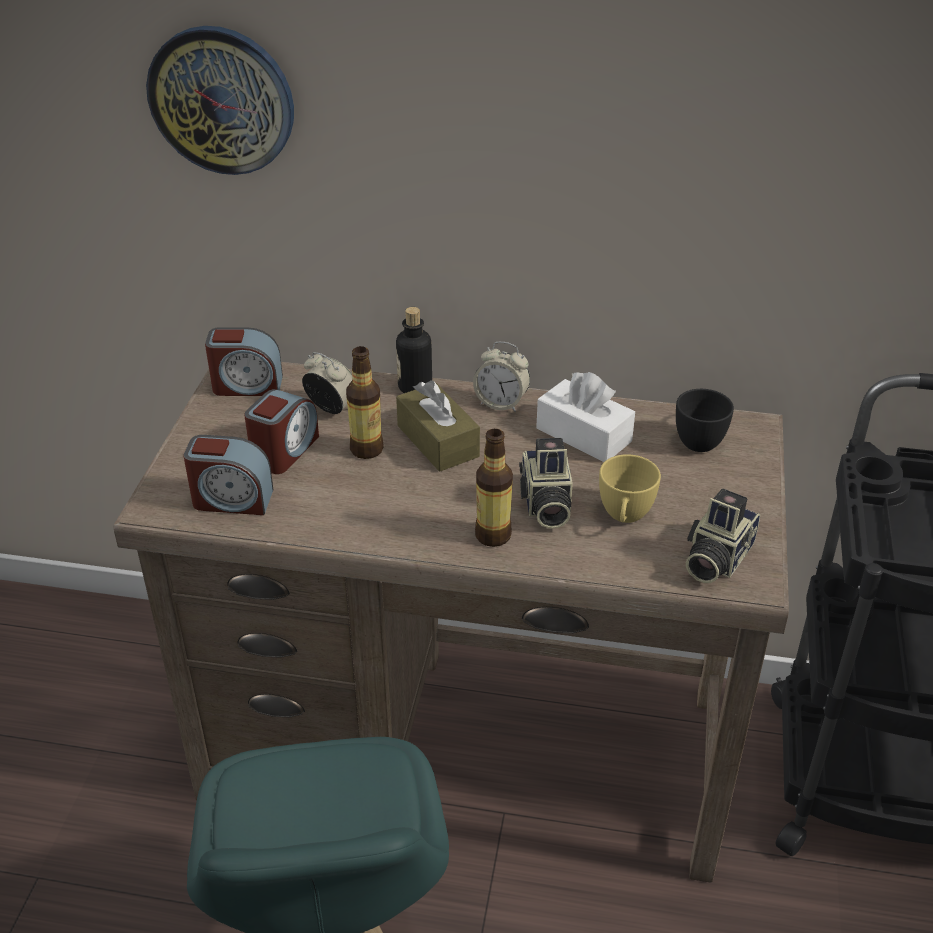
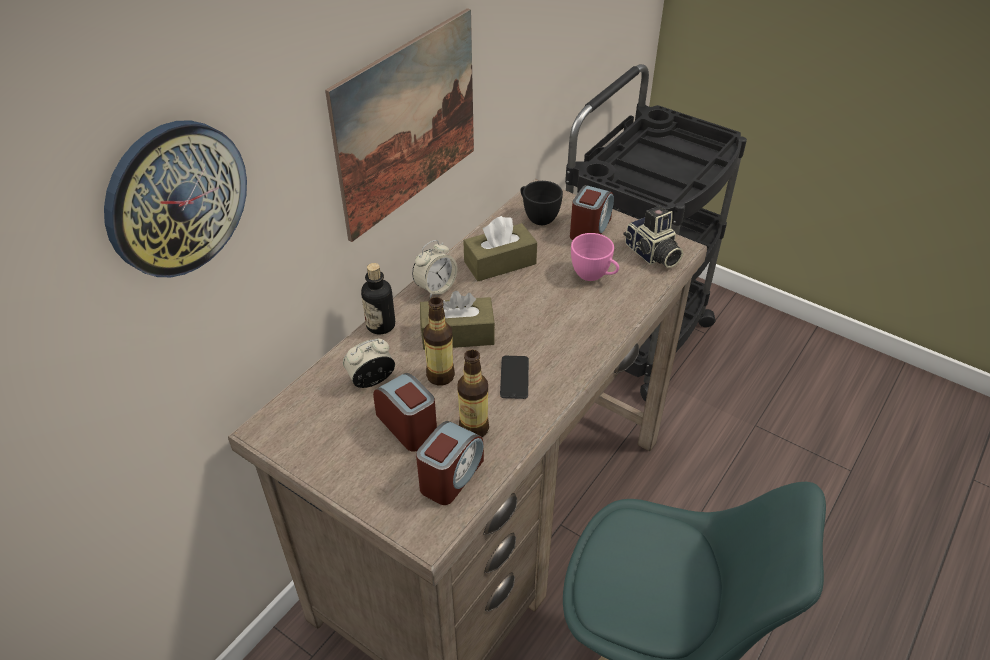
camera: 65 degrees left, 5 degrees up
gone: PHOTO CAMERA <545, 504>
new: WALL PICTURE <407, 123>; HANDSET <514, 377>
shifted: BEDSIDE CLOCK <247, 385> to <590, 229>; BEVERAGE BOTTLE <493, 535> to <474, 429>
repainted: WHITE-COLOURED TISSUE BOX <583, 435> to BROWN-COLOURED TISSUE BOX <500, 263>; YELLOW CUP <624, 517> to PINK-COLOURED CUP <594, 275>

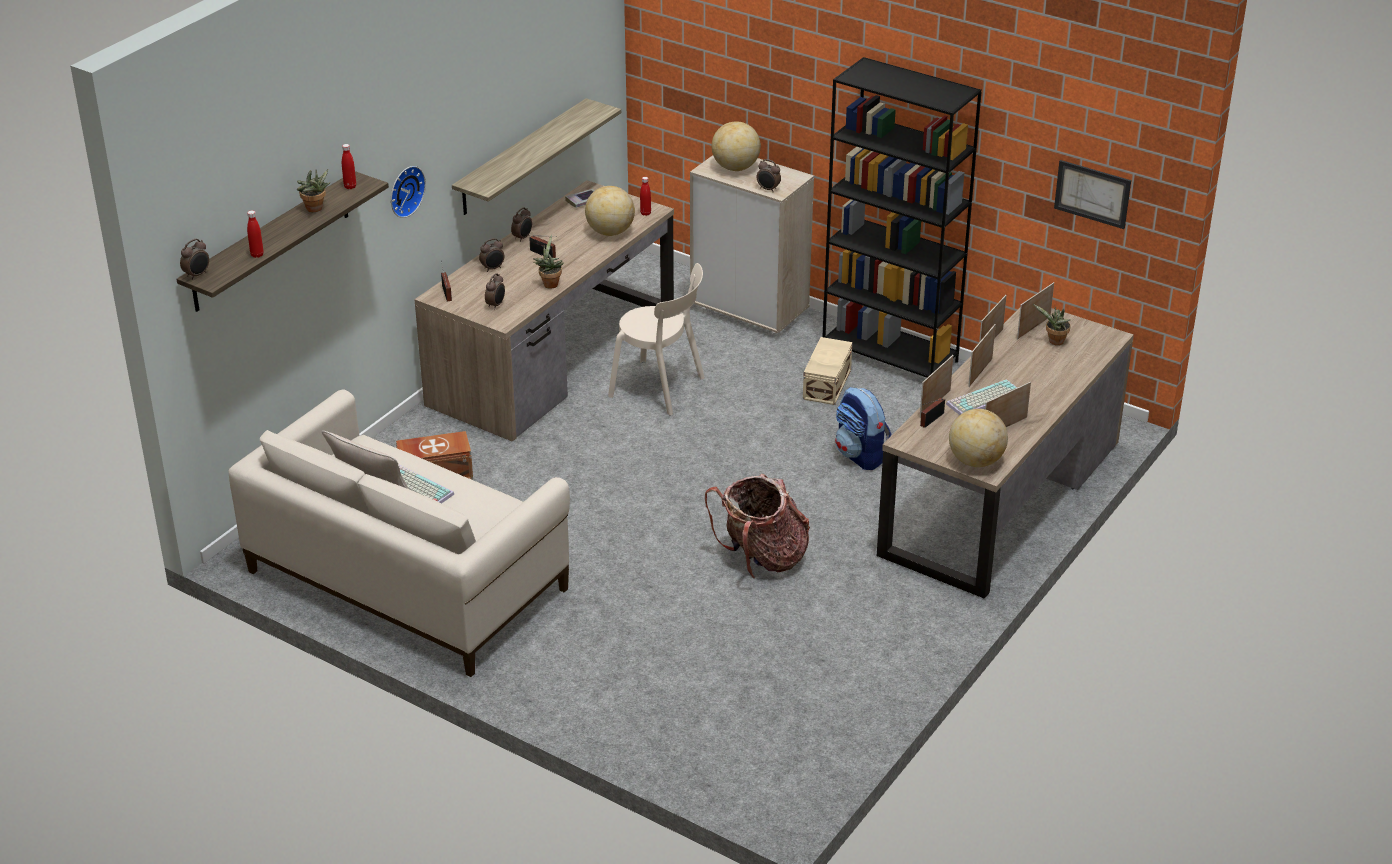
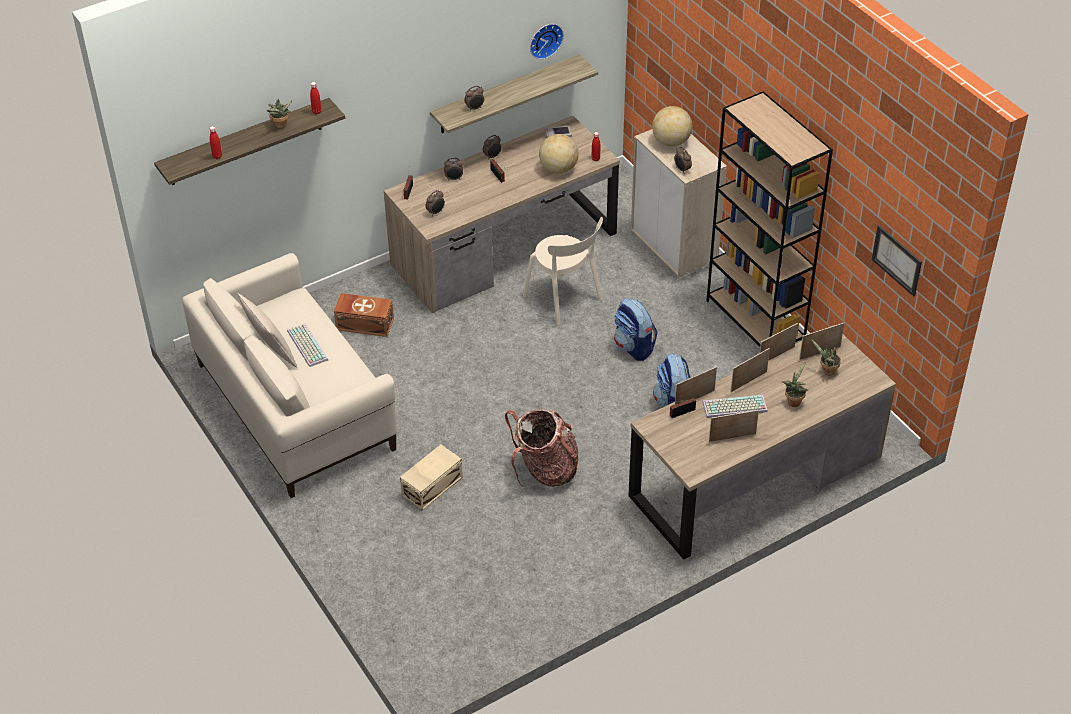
camera: 25 degrees right, 10 degrees up
gone: WORLD GLOBE <975, 461>
new: BACKPACK <634, 347>
shifted: BEDSIDE CLOCK <197, 275> to <475, 108>; HANGING CLOCK <404, 190> to <544, 39>; POTTED PLANT <549, 283> to <793, 401>; BEIGE-COLOURED STORAGE CONTAINER <825, 384> to <431, 486>
repainted: BLACKISH BOOKSHELF <890, 355> to BEIGE-COLOURED BOOKSHELF <755, 322>

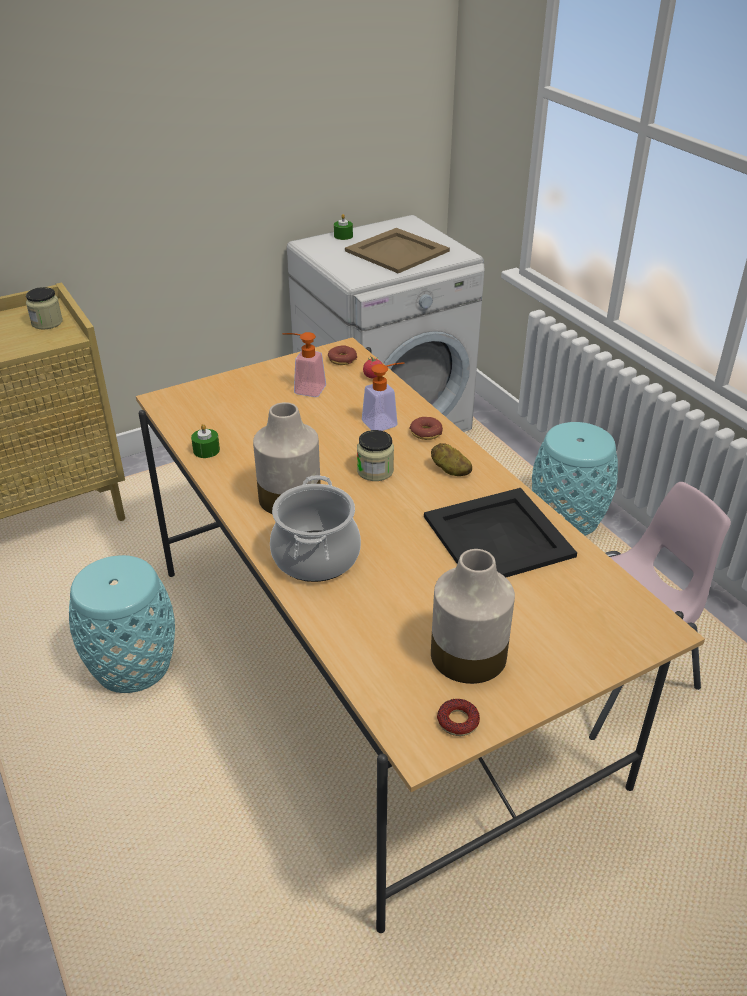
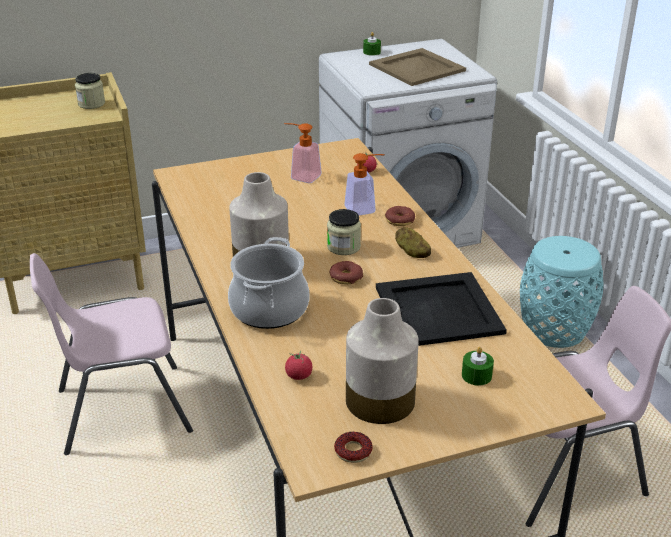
camera: 10 degrees right, 5 degrees down
new: FRESH TOMATO <299, 375>
shifted: GREEN WAX CANDLE <206, 450> to <476, 375>; DONUT <342, 360> to <345, 277>
swapped: BLUE-GREEN STOOL <133, 666> to PINK-COLOURED CHAIR <121, 410>

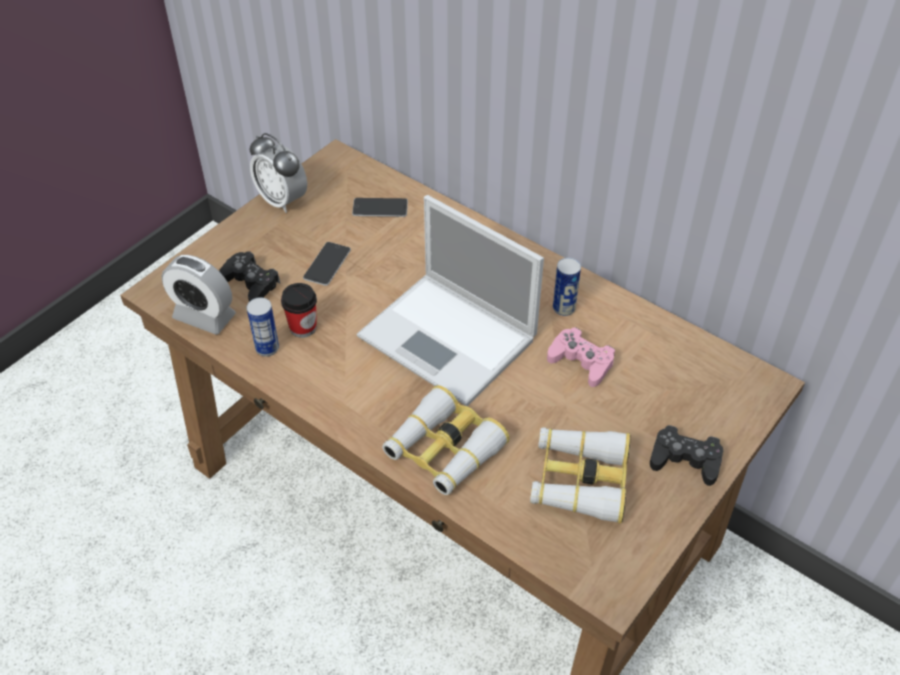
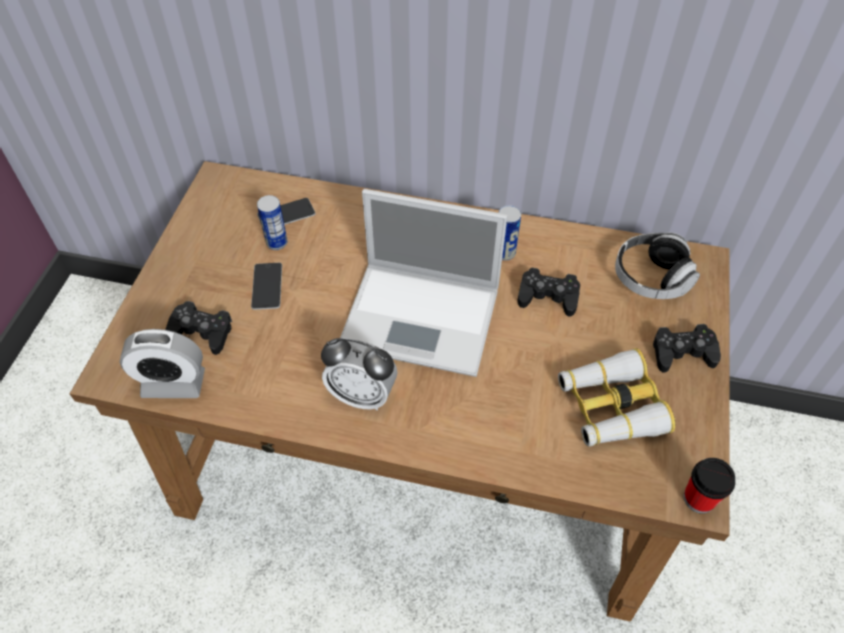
camera: 25 degrees left, 5 degrees up
gone: PAIR OF BINOCULARS <443, 450>
new: HEADPHONES <651, 278>
shifted: SEALED CAN <267, 348> to <277, 243>; BEDSIDE CLOCK <282, 200> to <362, 395>; CUP <303, 327> to <699, 499>
repainted: PINK-COLOURED GAME CONTROLLER <581, 361> to BLACKISH GAME CONTROLLER <548, 296>

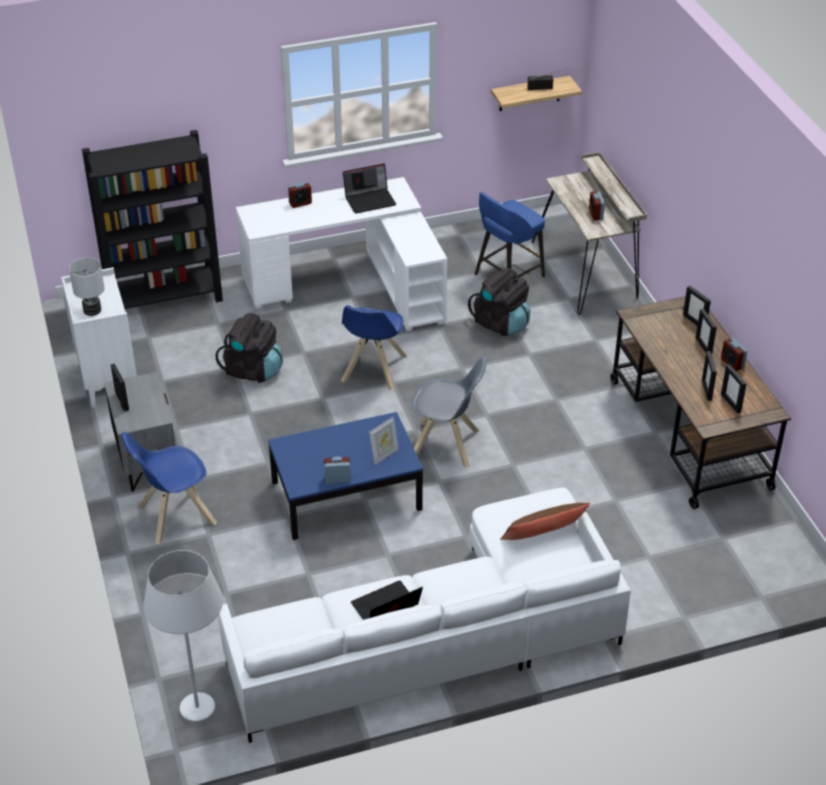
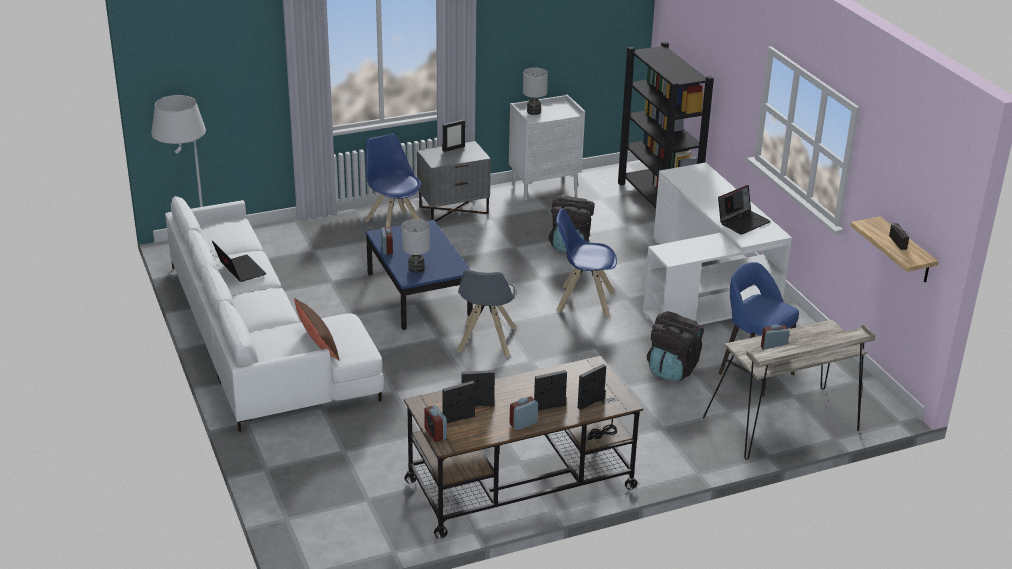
camera: 85 degrees right, 10 degrees down
shifted: BEDSIDE CLOCK <300, 203> to <435, 434>
swapped: PHOTO FRAME <384, 455> to GREY LAMP FOR A TABLE <416, 268>
rotated: NOTEBOOK COMPUTER <370, 200> = <743, 221> 105 degrees counterclockwise

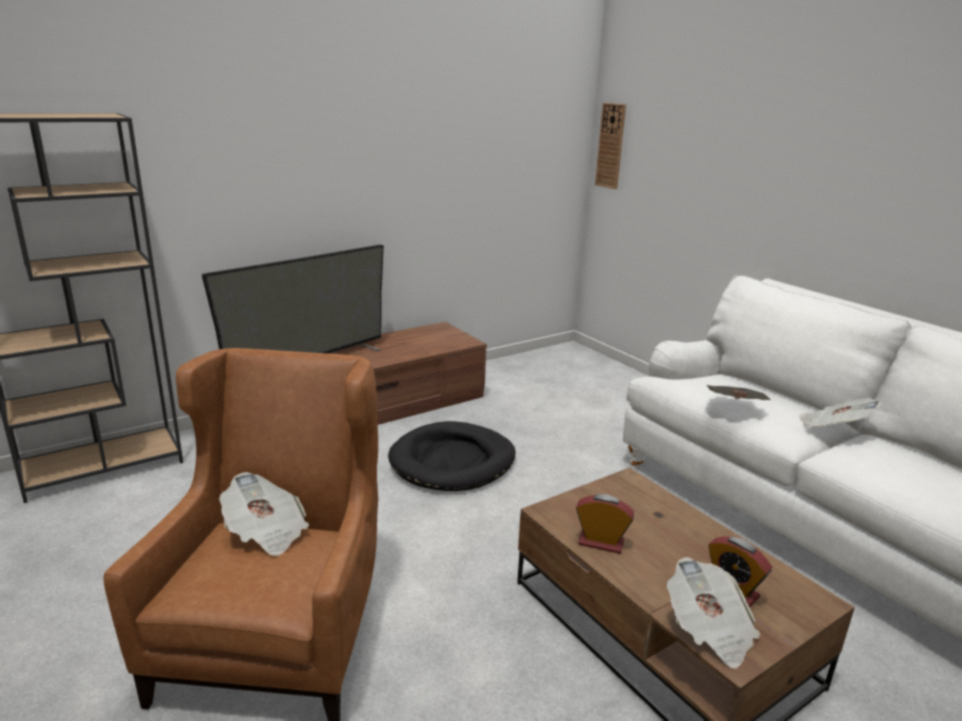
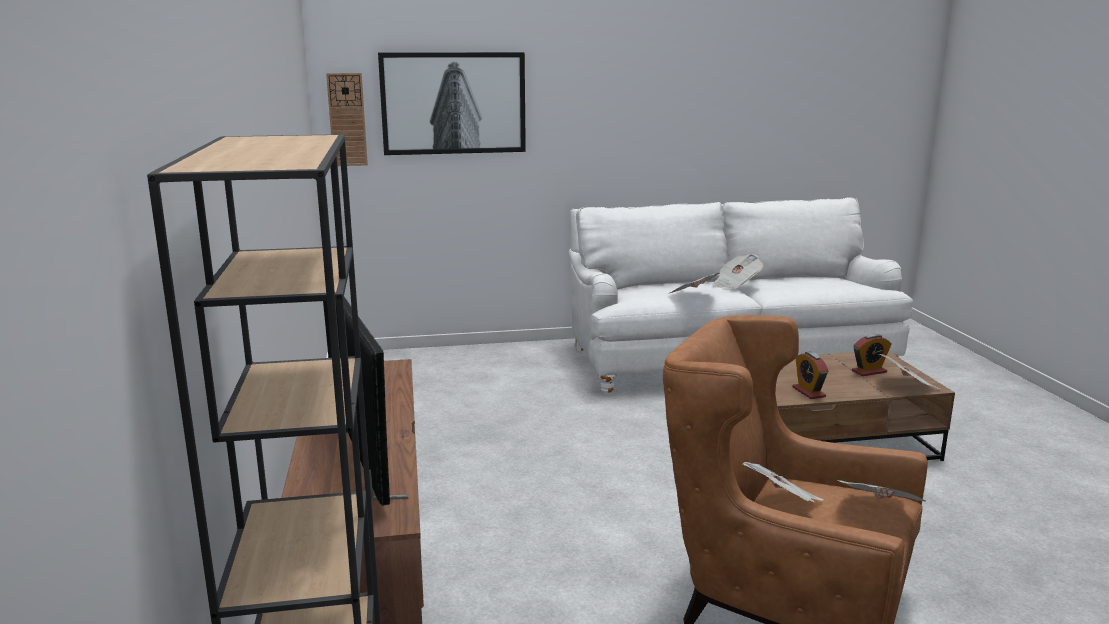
camera: 65 degrees left, 5 degrees down
gone: BLACKISH DOG CUSHION <453, 461>
new: WALL PICTURE <453, 103>; NEWSPAPER <879, 511>
rotated: BEDSIDE CLOCK <601, 543> = <808, 392> 60 degrees counterclockwise

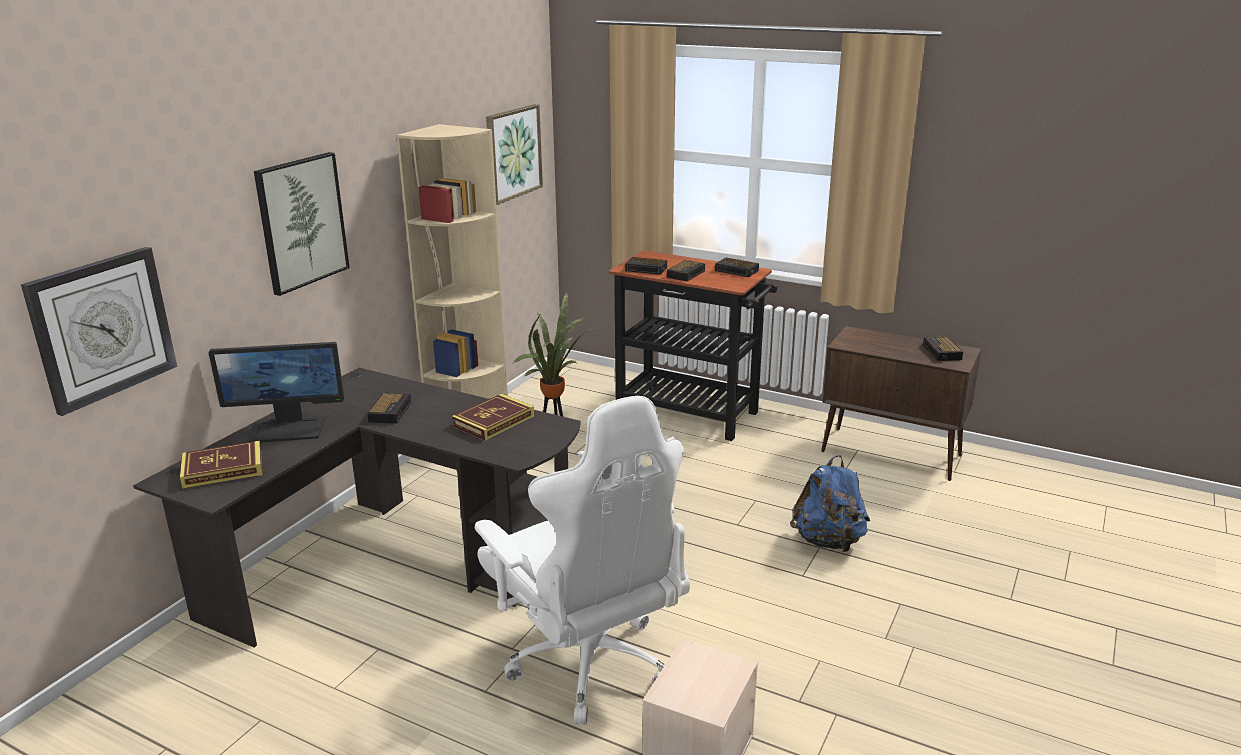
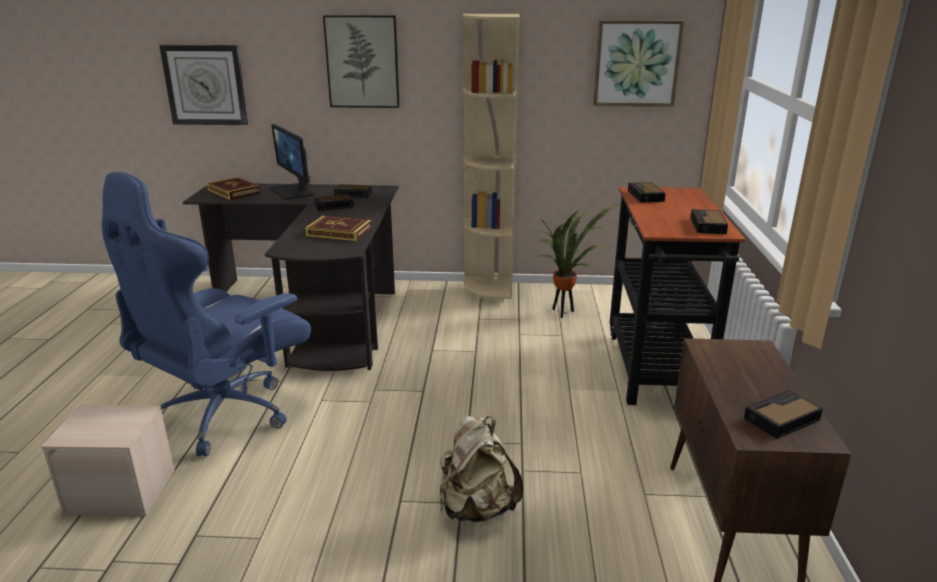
camera: 65 degrees right, 0 degrees up
shifted: BEDSIDE CLOCK <686, 274> to <354, 194>
repainted: WHITE-COLOURED COMPUTER CHAIR <584, 659> to BLUISH COMPUTER CHAIR <230, 411>; BLUISH BACKPACK <829, 541> to BEIGE-COLOURED BACKPACK <476, 508>

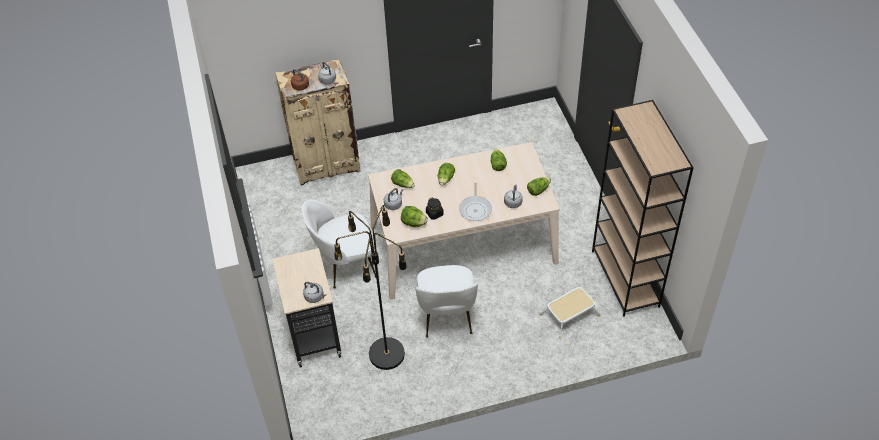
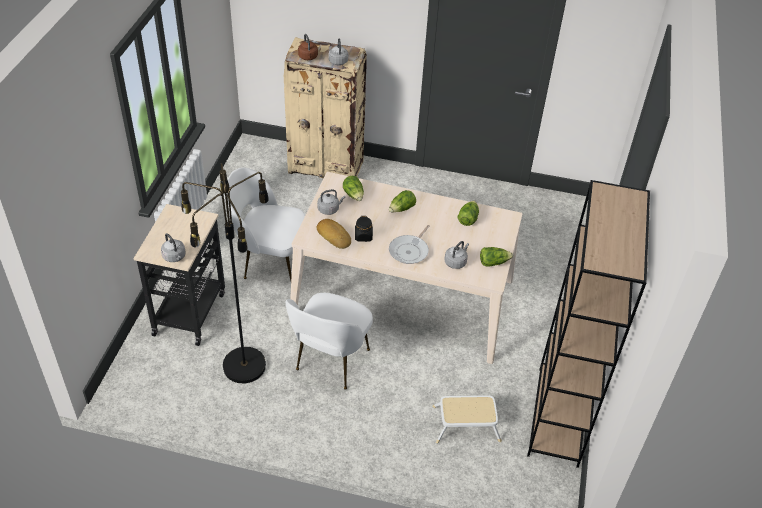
camera: 25 degrees right, 5 degrees down
swapped: LETTUCE HEAD <413, 223> to BAKERY BREAD <334, 236>

